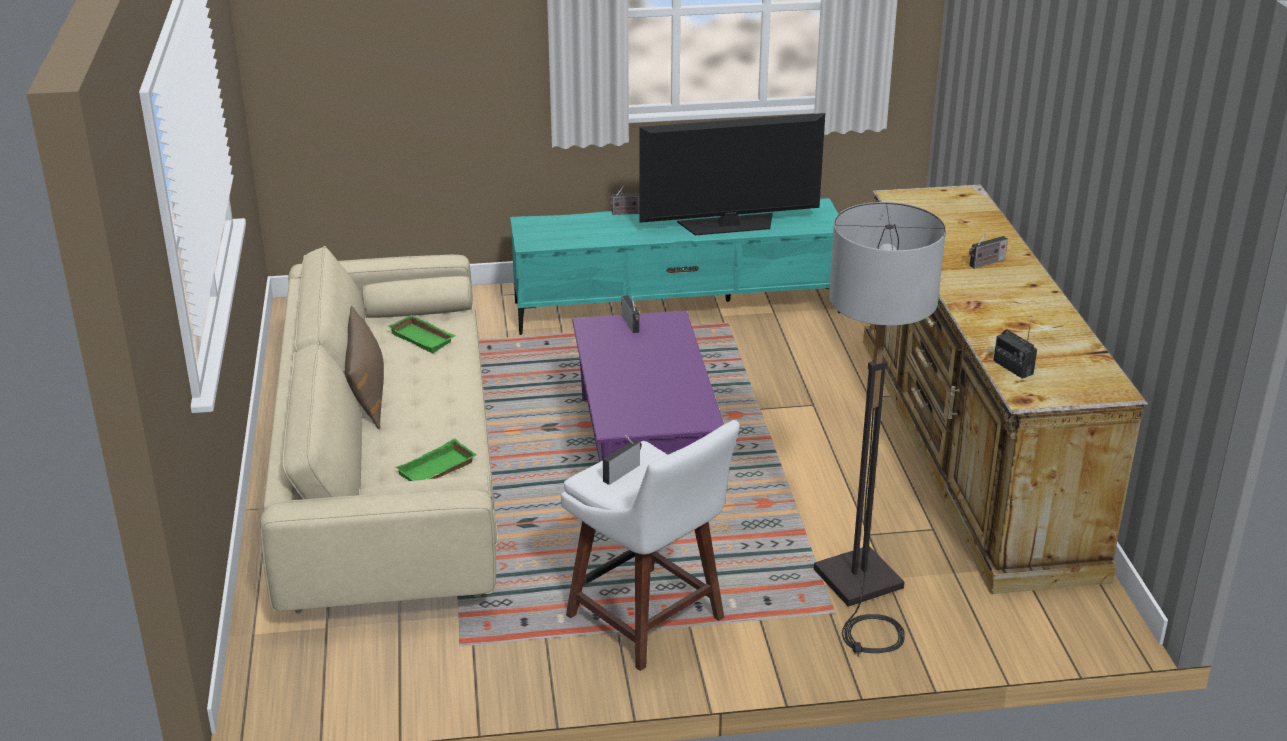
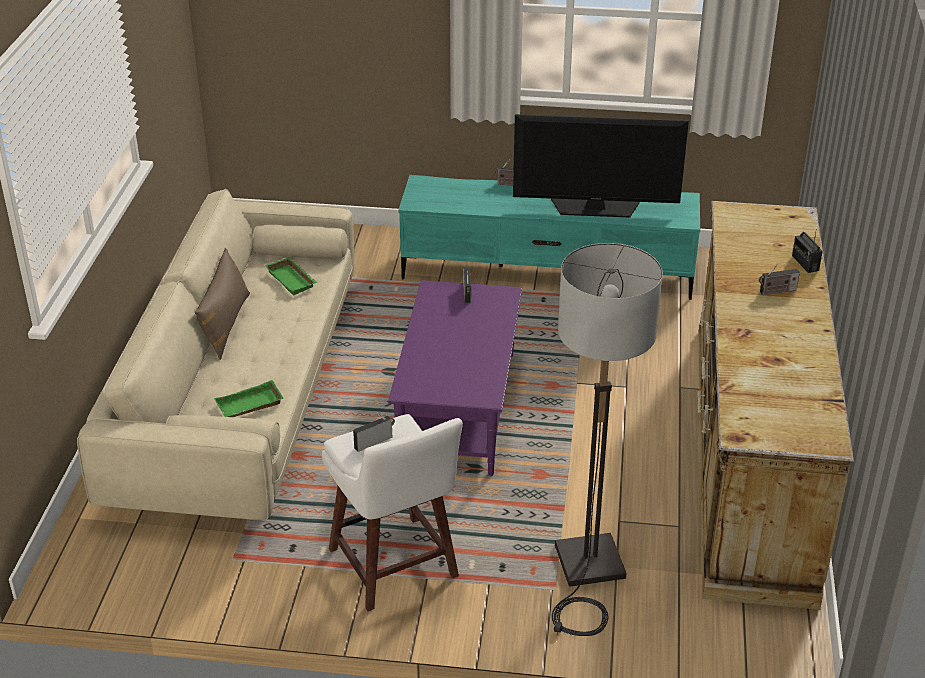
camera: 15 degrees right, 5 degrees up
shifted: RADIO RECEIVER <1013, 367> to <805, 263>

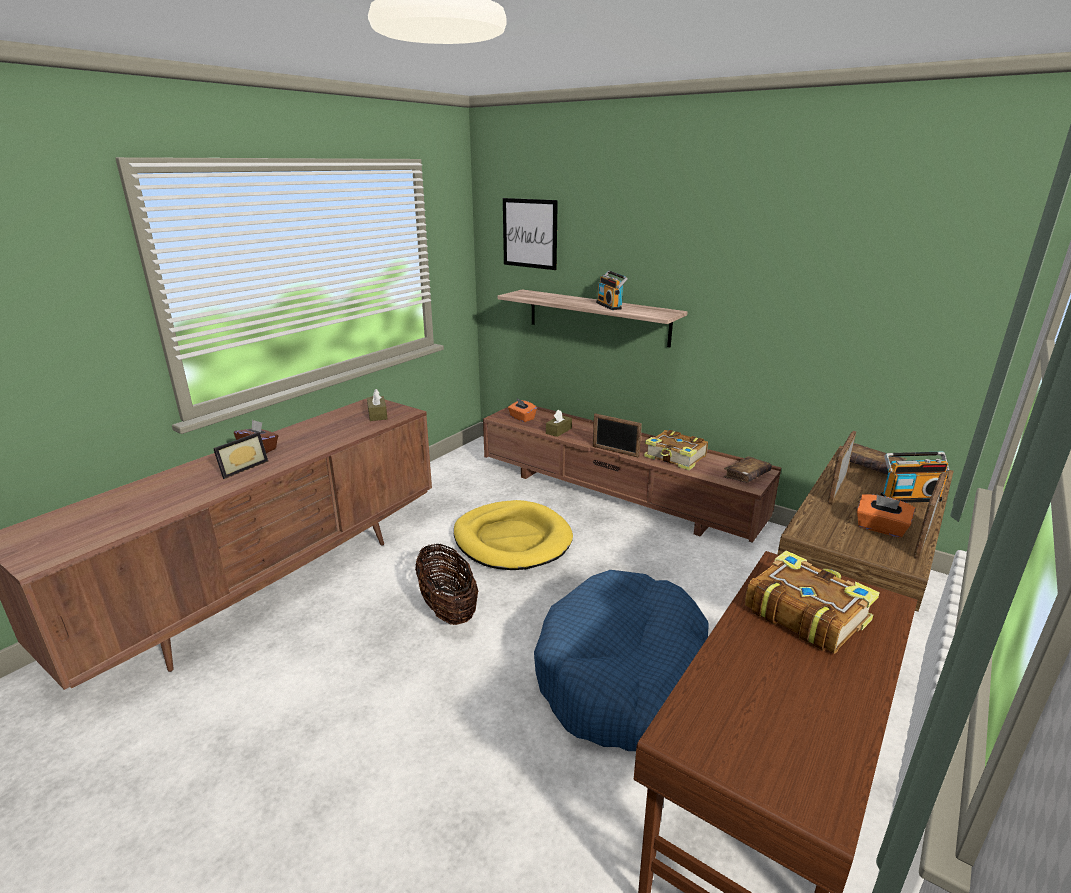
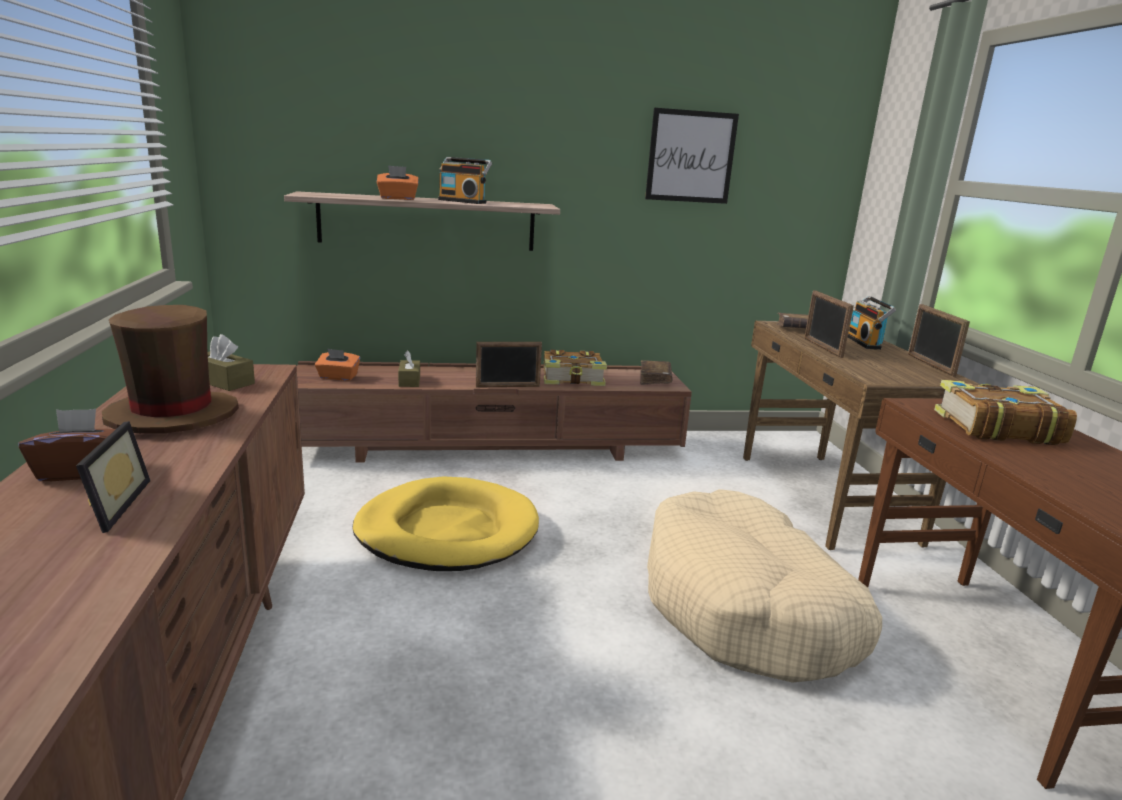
camera: 45 degrees left, 5 degrees down
gone: HOUSEHOLD BASKET <448, 609>
new: BROWN-COLOURED CLOTHING HAT <173, 415>
shifted: WALL PICTURE <530, 233> to <691, 156>; ORANGE-COLOURED TISSUE BOX <880, 528> to <398, 198>
repainted: BLUISH DOG CUSHION <622, 675> to BEIGE-COLOURED DOG CUSHION <747, 608>
rotated: RADIO RECEIVER <908, 497> = <865, 342> 135 degrees clockwise

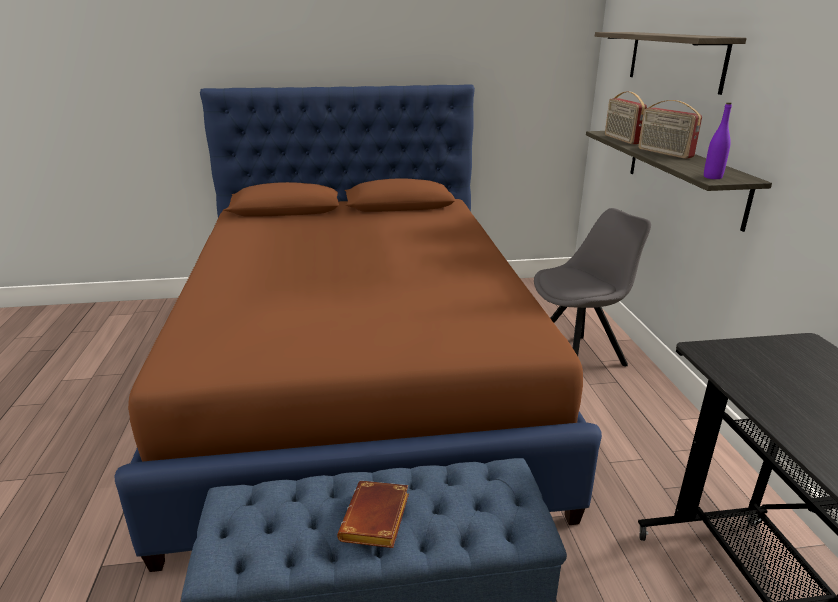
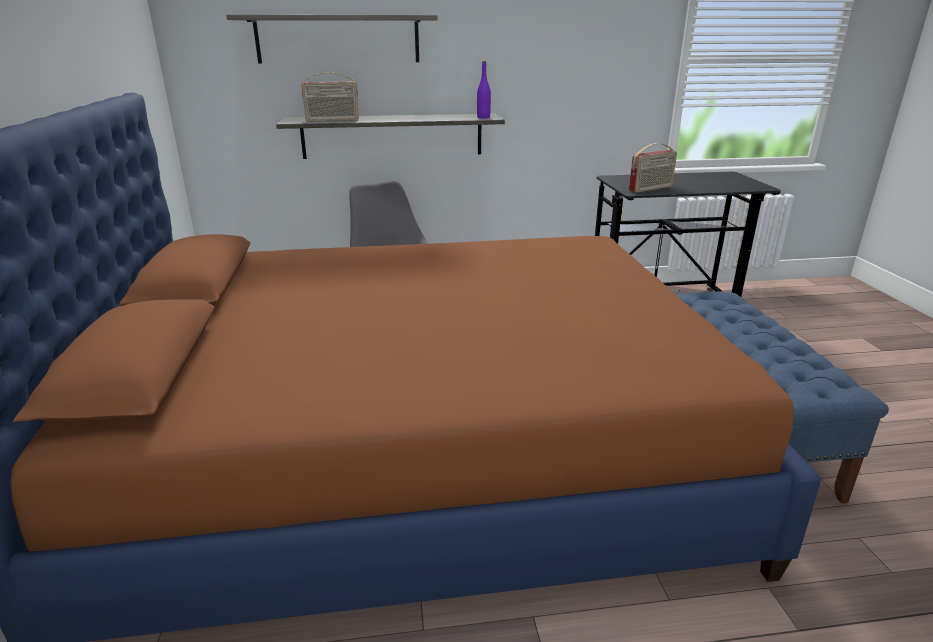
camera: 90 degrees left, 0 degrees up
gone: BROWN-COLOURED BOUND BOOK <377, 521>
shifted: RADIO RECEIVER <664, 153> to <651, 189>

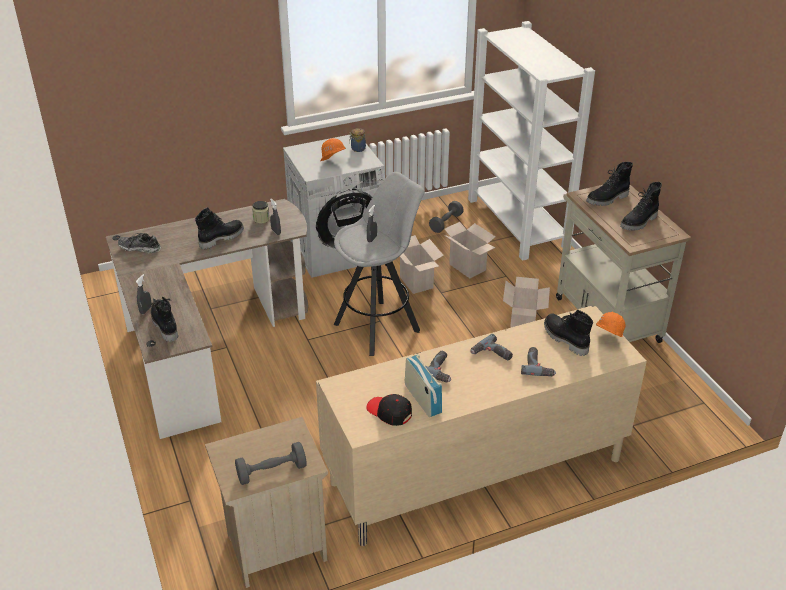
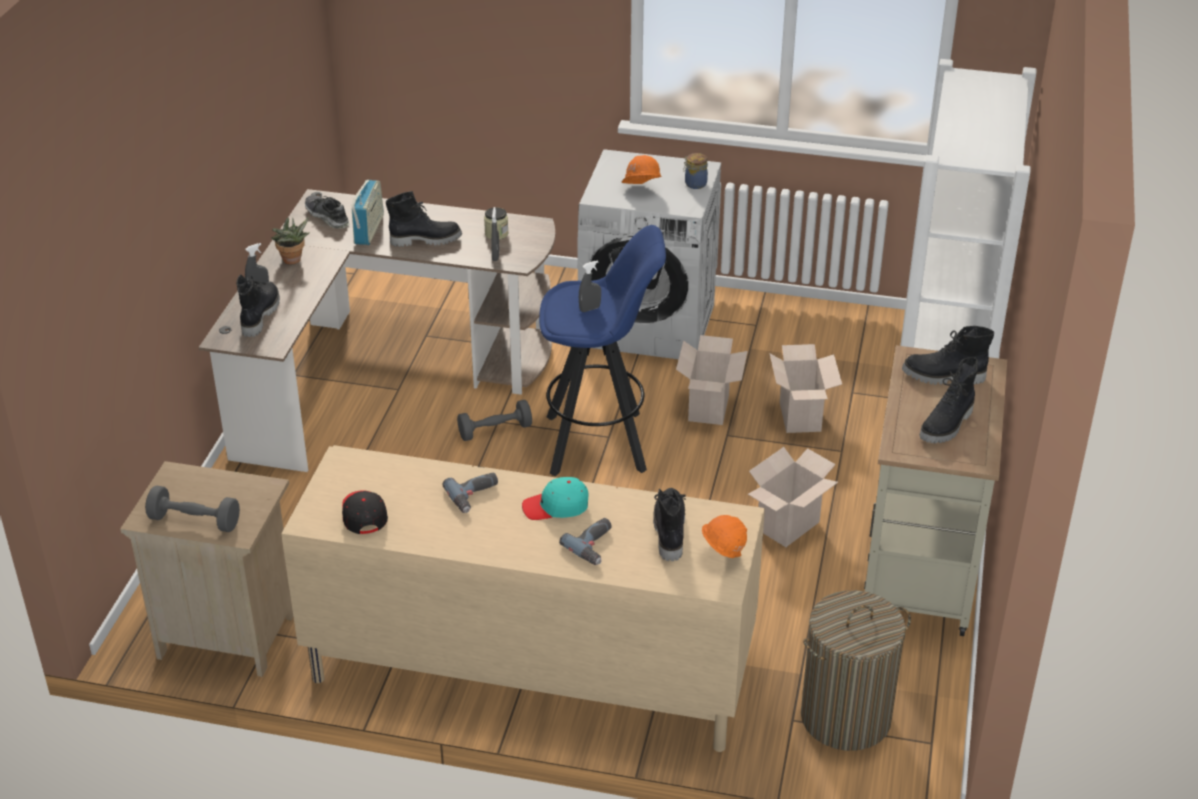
camera: 35 degrees right, 0 degrees up
new: POTTED PLANT <293, 261>; WASHING BASKET <845, 717>
shifted: RADIO RECEIVER <422, 399> to <369, 230>; GREY DUMBBELL <446, 223> to <495, 431>
swapped: ELECTRIC DRILL <491, 354> to BLUE-GREEN CAP <556, 506>
repainted: GREY STOOL <379, 326> to BLUISH STOOL <600, 443>
rotated: BLACKISH BOOT <639, 222> = <947, 426> 45 degrees counterclockwise

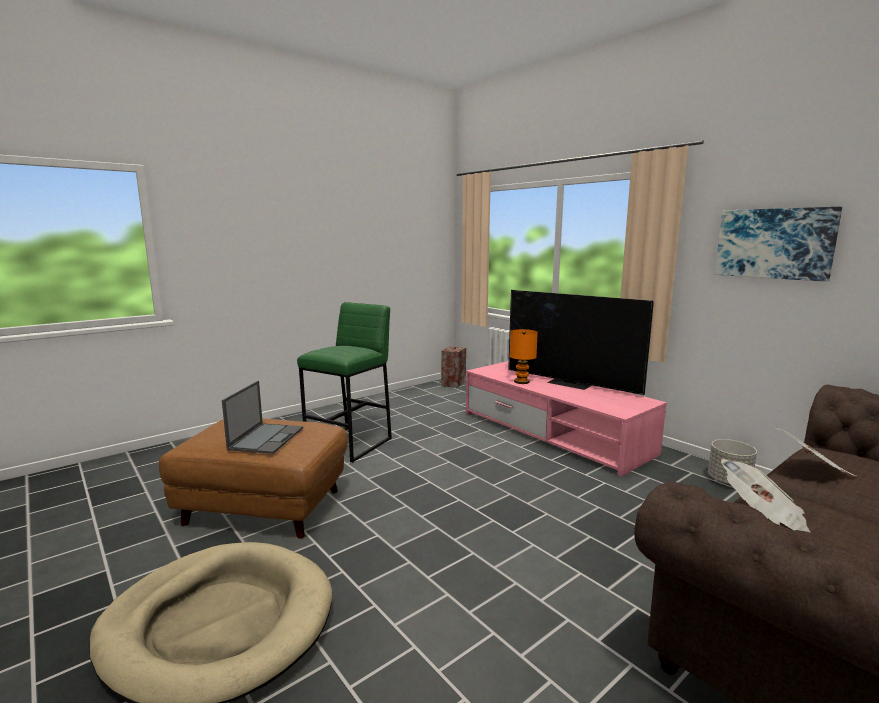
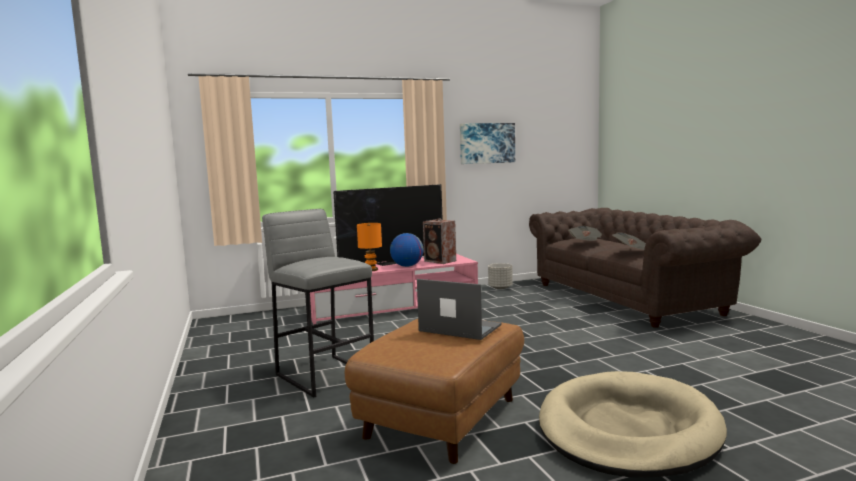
camera: 70 degrees left, 5 degrees down
new: WORLD GLOBE <407, 266>
shifted: LOUDSPEAKER <453, 384> to <440, 261>
repainted: GREEN STOOL <350, 443> to GREY STOOL <324, 374>

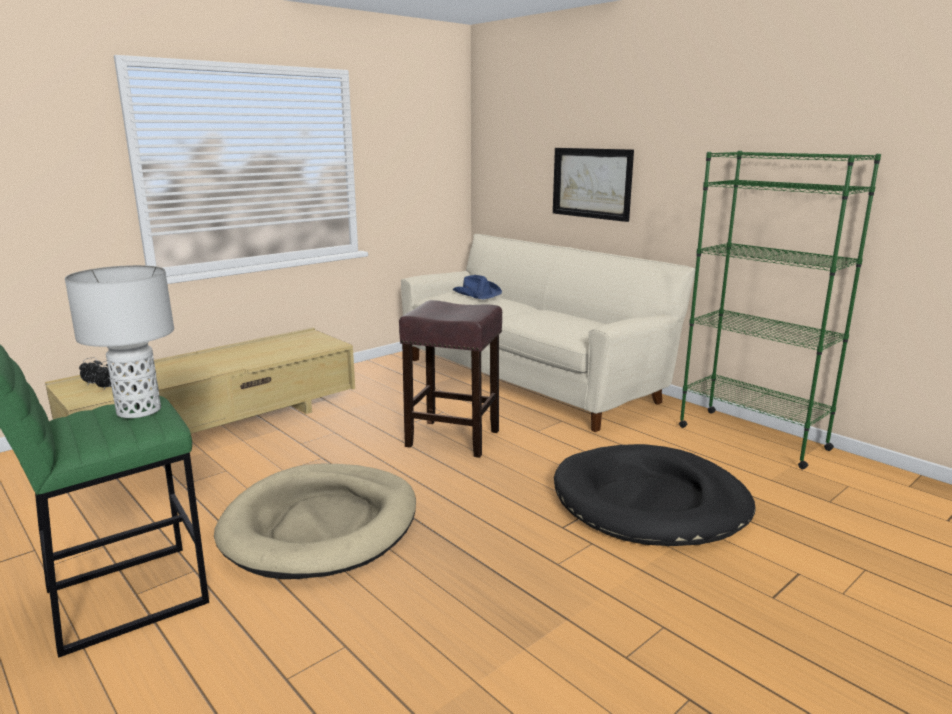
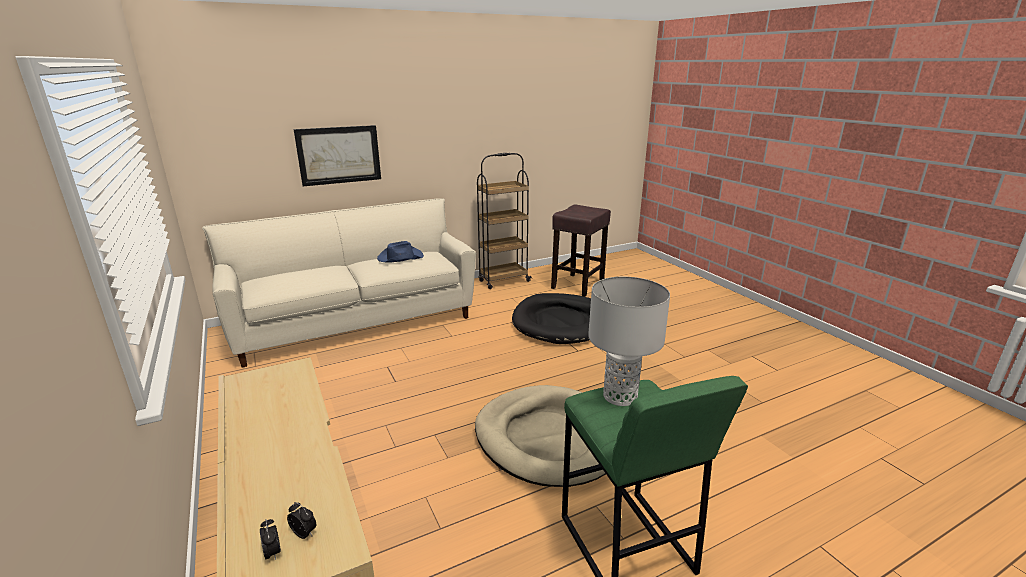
camera: 75 degrees left, 5 degrees up
shifted: BROWN-COLOURED STOOL <454, 438> to <578, 284>; BLUISH CLOTHING HAT <477, 294> to <400, 257>
swapped: GREEN BOOKSHELF <751, 437> to BROWN-COLOURED WHEELED CART <503, 281>

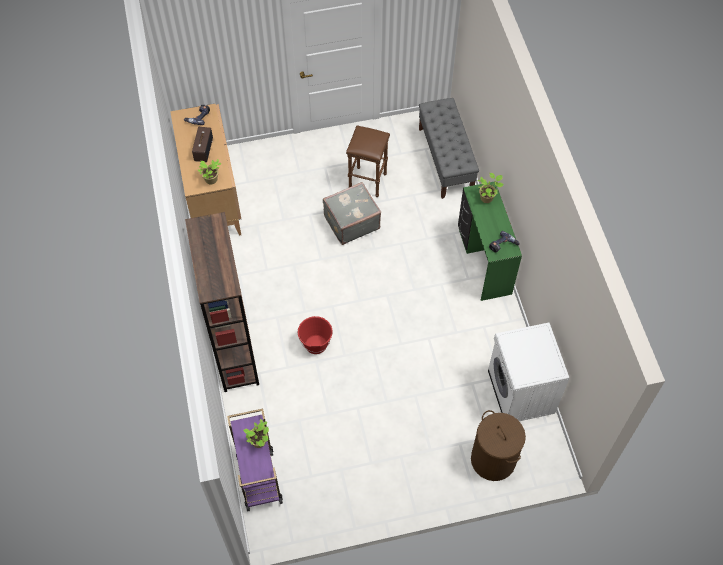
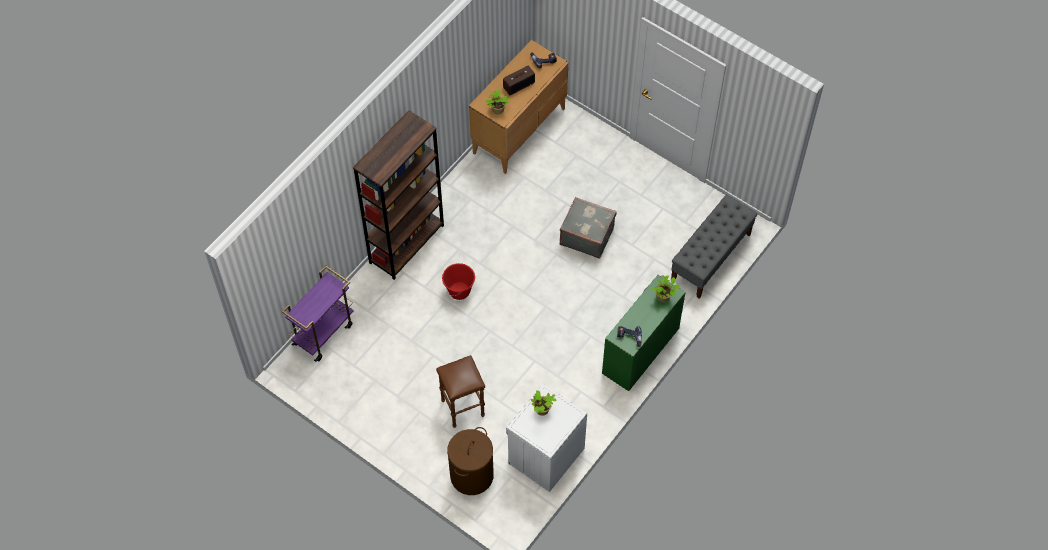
camera: 50 degrees right, 0 degrees up
shifted: POTTED PLANT <259, 442> to <542, 411>; BROWN-COLOURED STOOL <366, 182> to <461, 407>

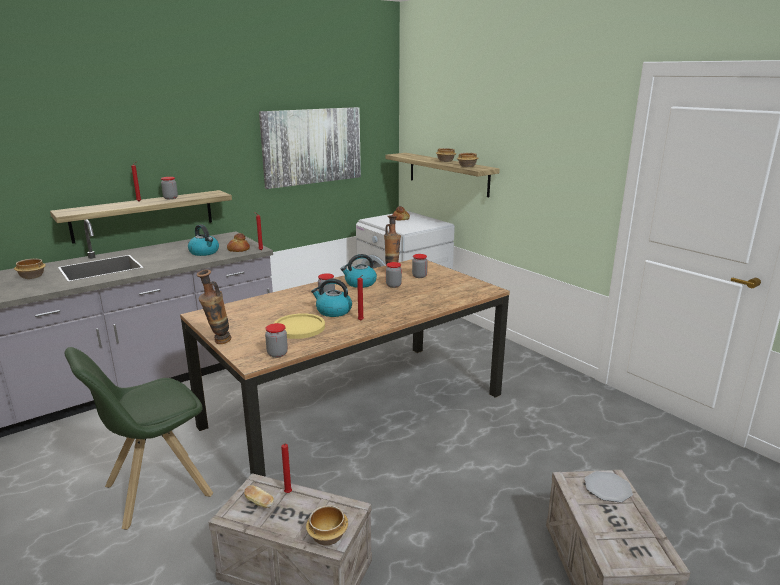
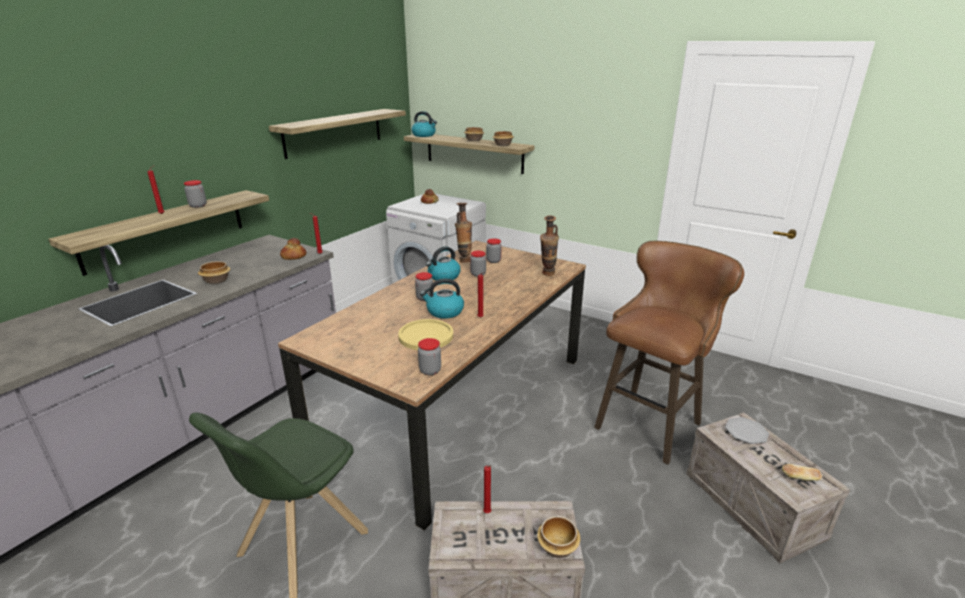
camera: 20 degrees left, 5 degrees up
new: BROWN-COLOURED STOOL <650, 423>
shifted: DEEP DISH <32, 276> to <216, 281>; TEA KETTLE <204, 252> to <424, 135>; VASE <218, 343> to <547, 275>; BAKERY BREAD <259, 503> to <799, 478>
swapped: WALL PICTURE <312, 146> to WALL SHELF <334, 132>

